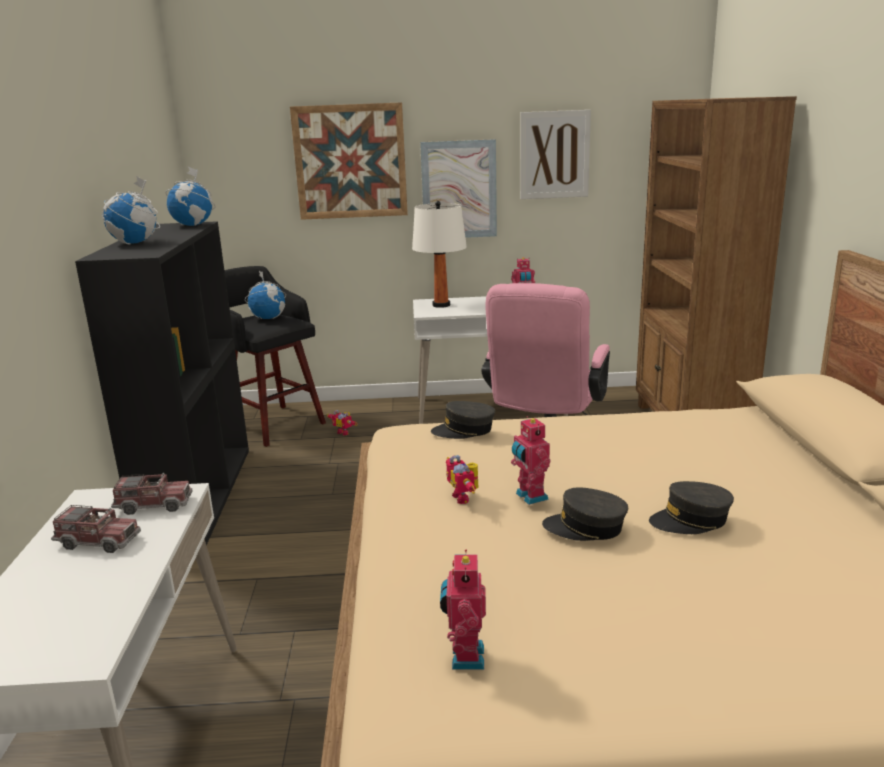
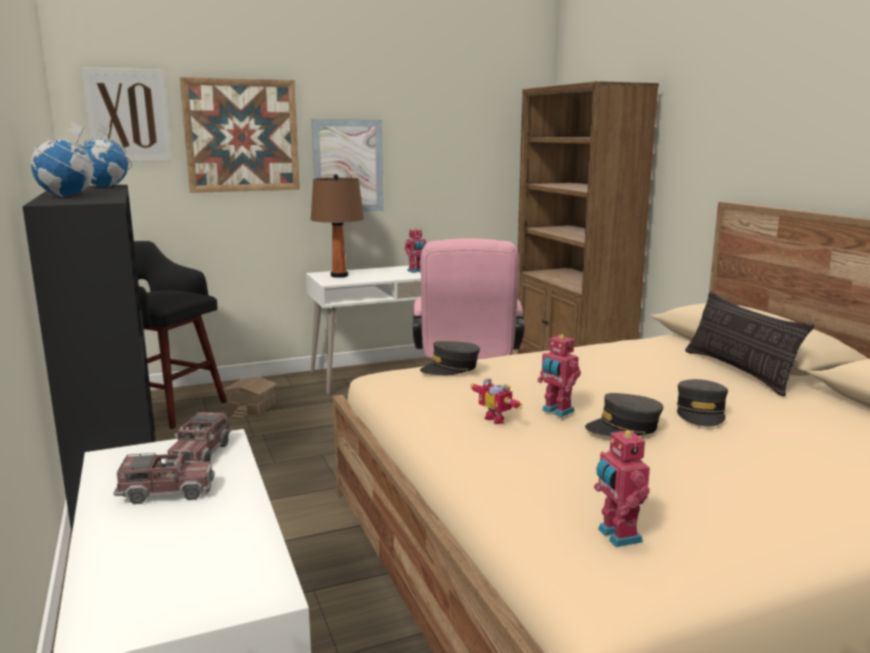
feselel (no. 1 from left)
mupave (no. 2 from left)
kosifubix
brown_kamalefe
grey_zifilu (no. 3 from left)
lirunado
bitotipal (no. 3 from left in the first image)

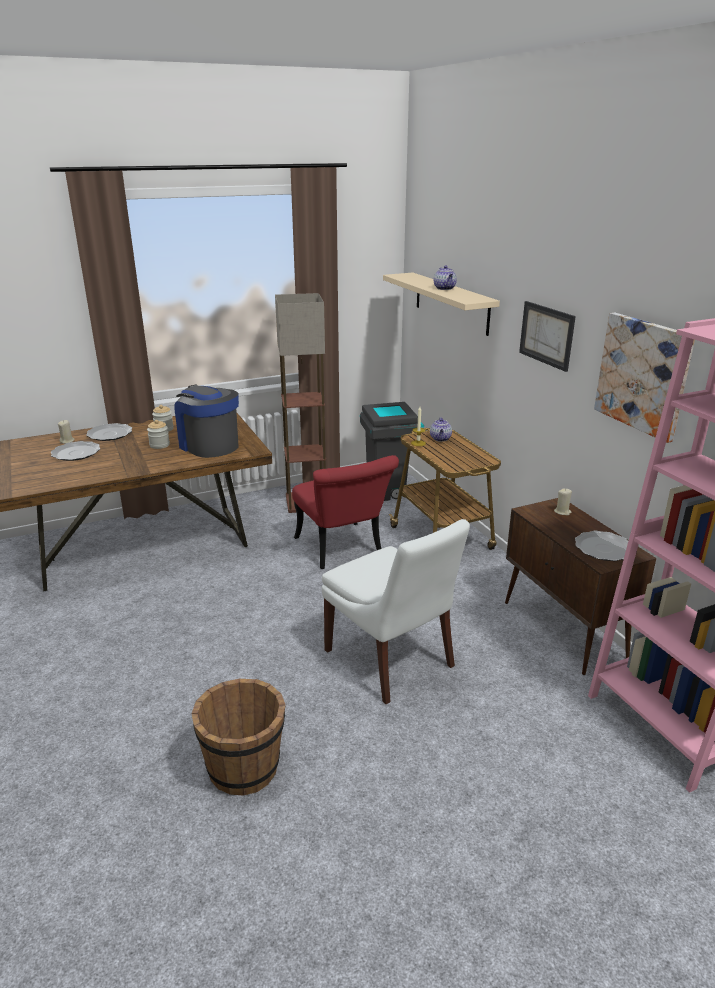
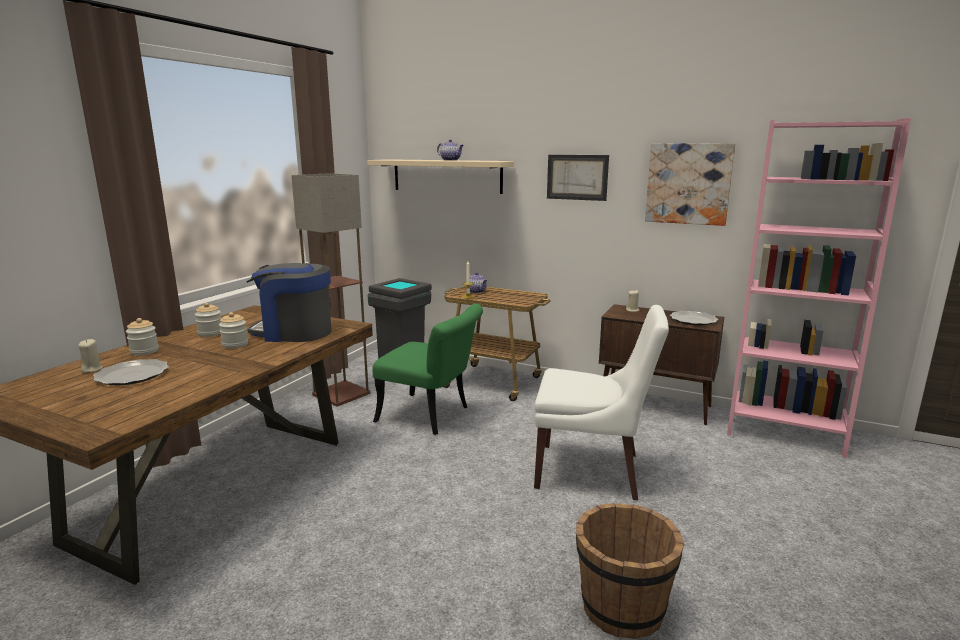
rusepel (no. 1 from left)
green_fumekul

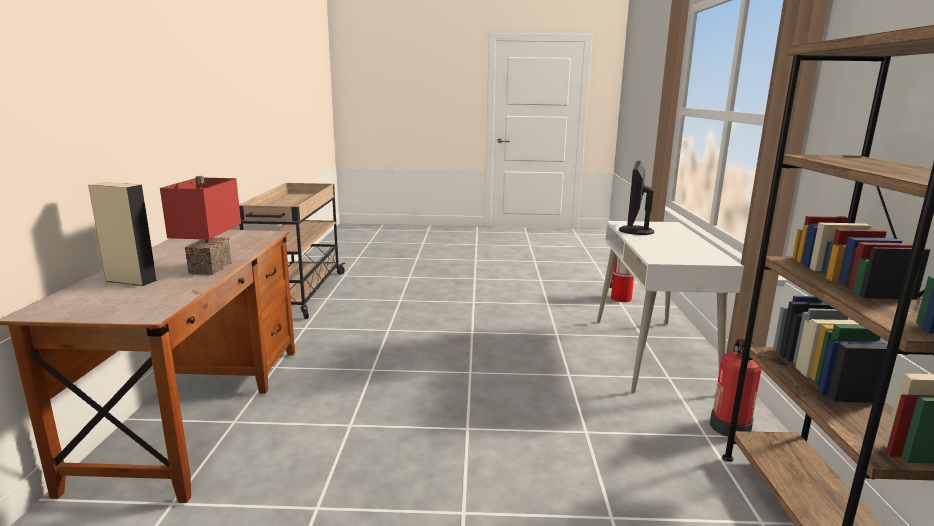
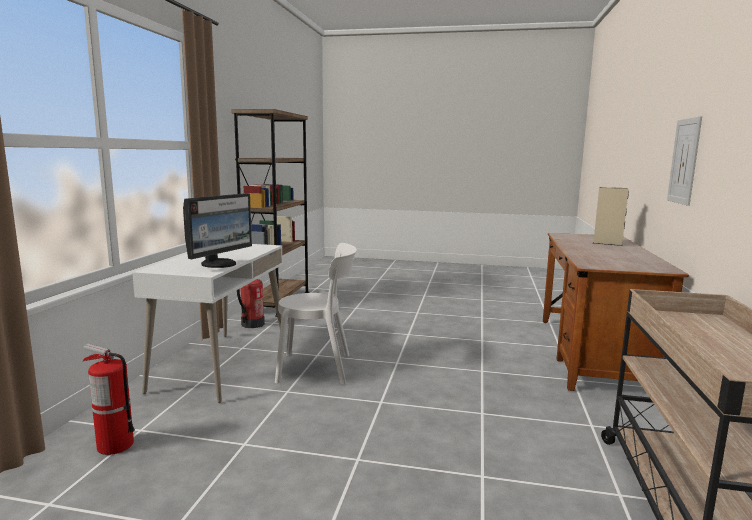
white_fumekul
feselel
red_kamalefe

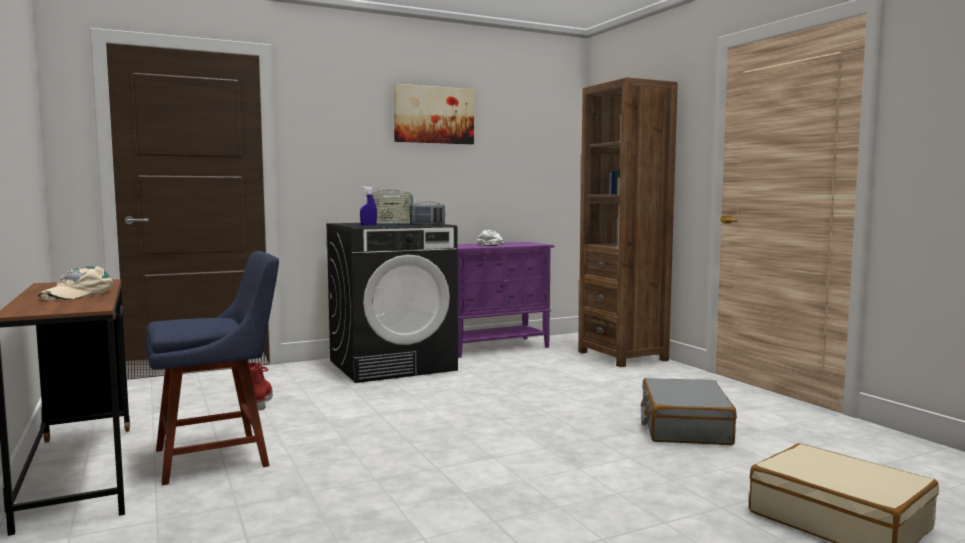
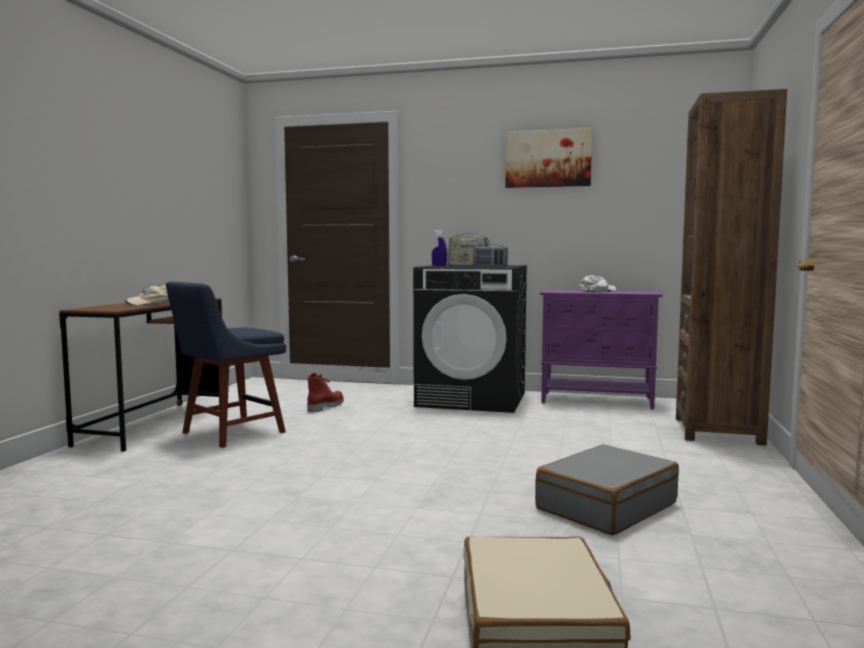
blue_fumekul

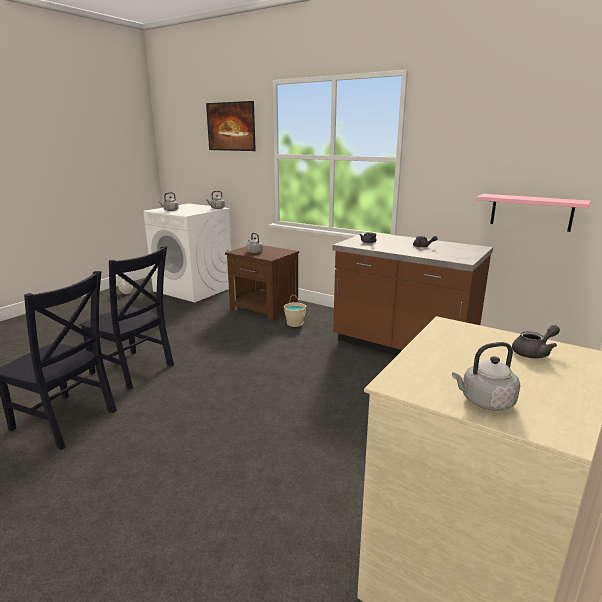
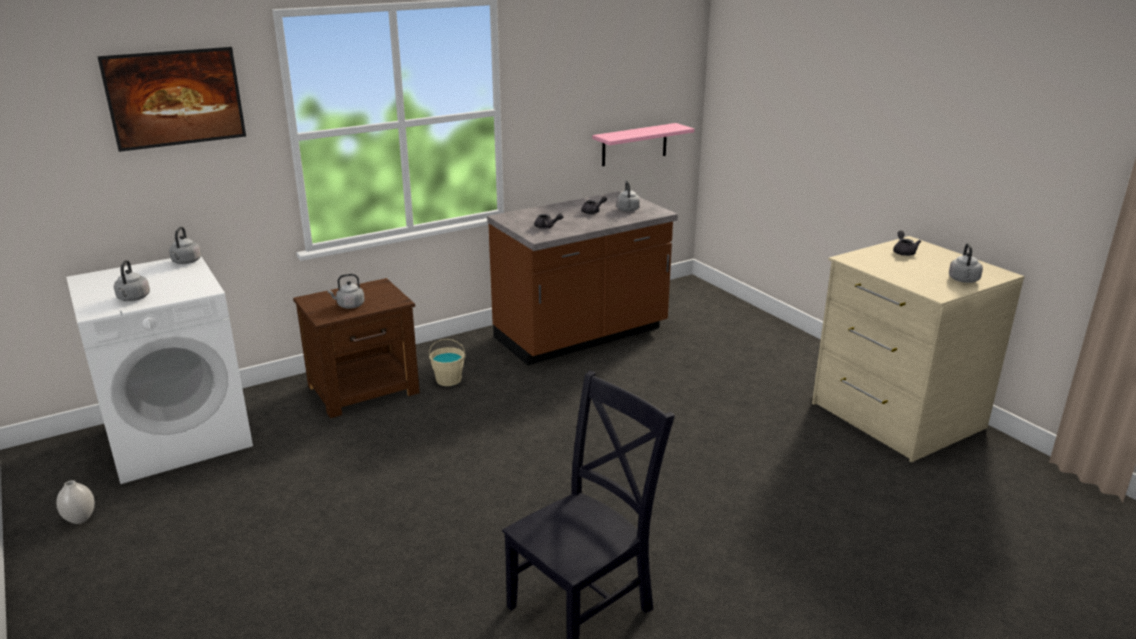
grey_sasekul (no. 4 from left)
black_fumekul (no. 2 from left in the first image)

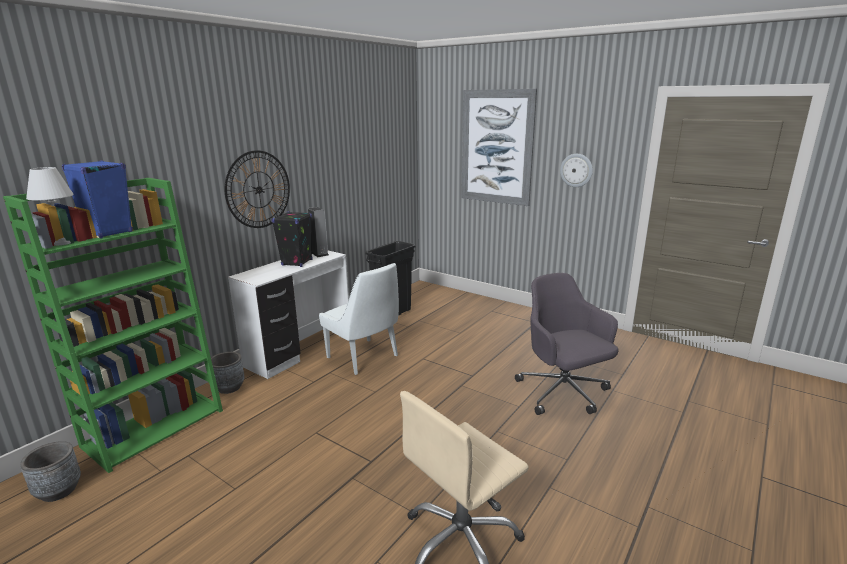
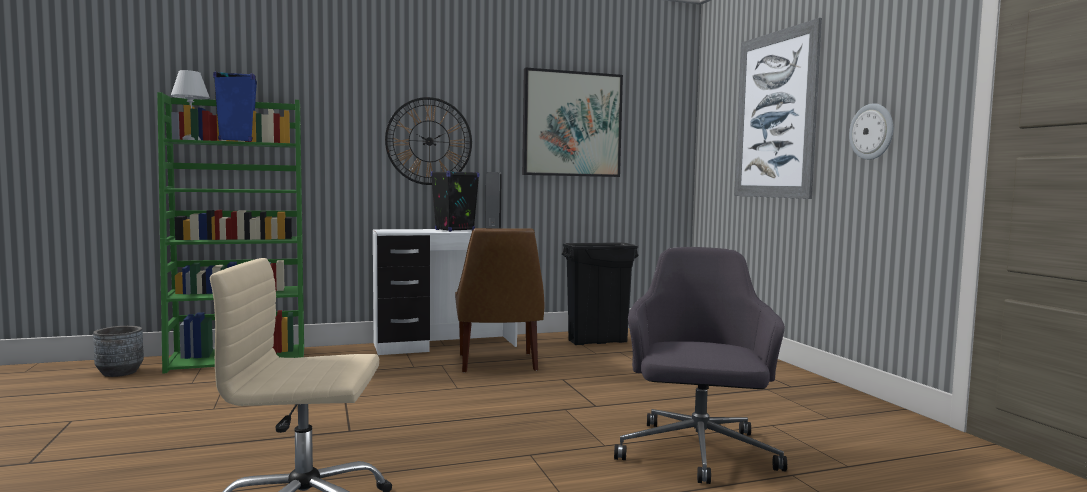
brown_fumekul
feselel (no. 1 from left)
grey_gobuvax (no. 2 from left in the first image)

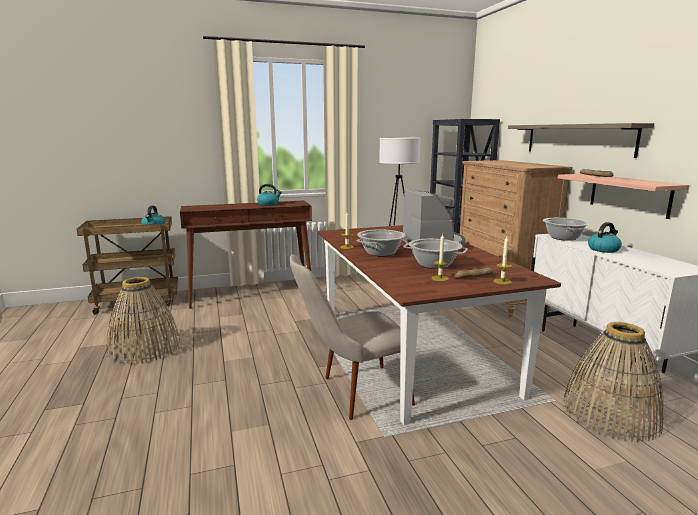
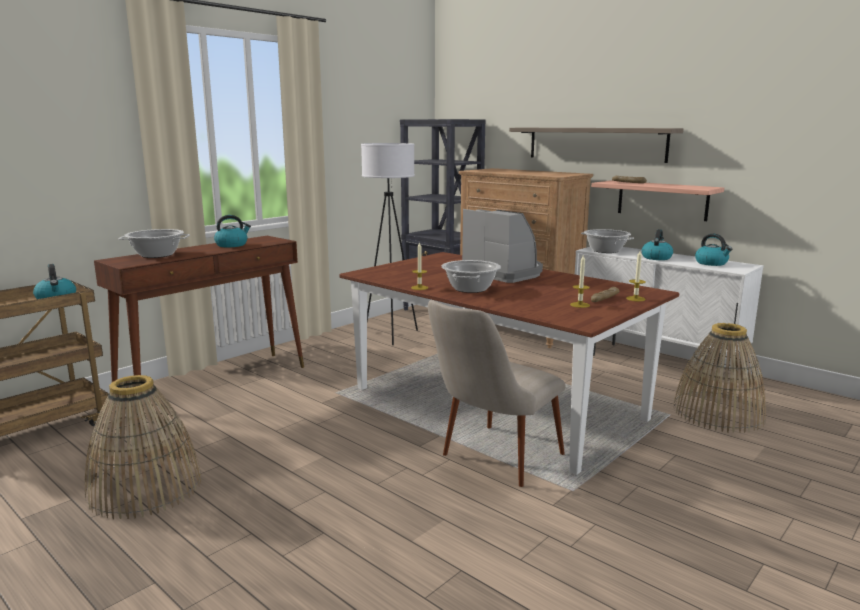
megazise (no. 1 from left)
sasekul (no. 4 from left)

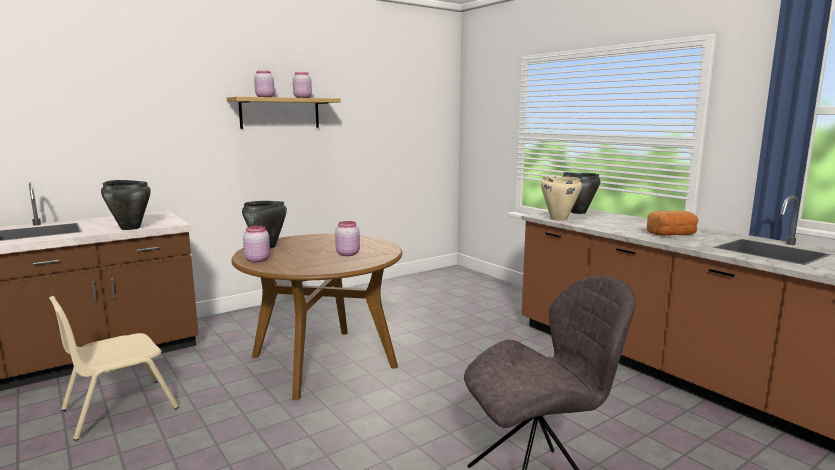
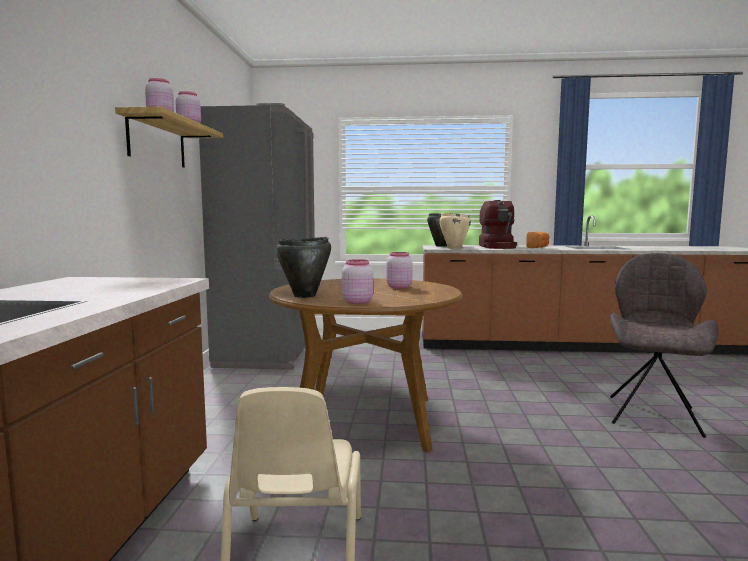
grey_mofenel
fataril
black_megazise (no. 1 from left in the first image)

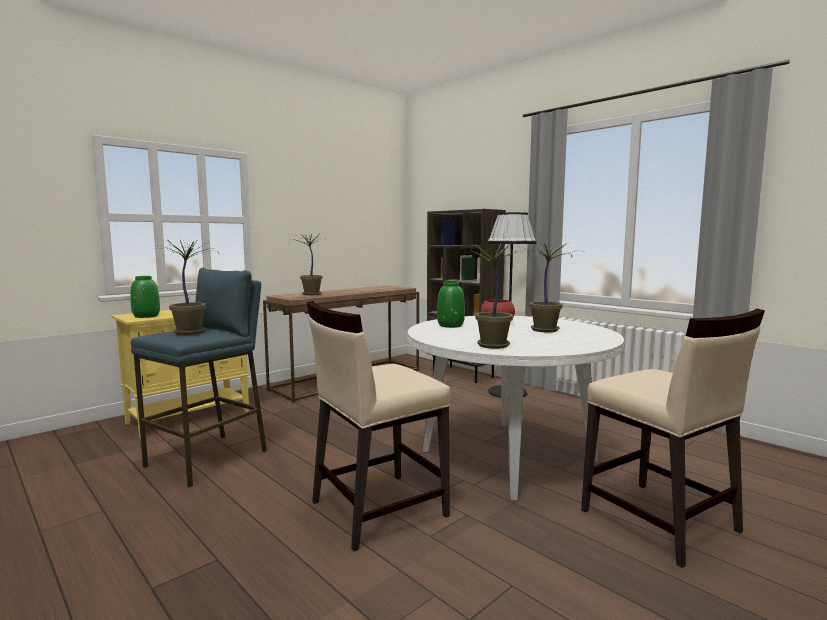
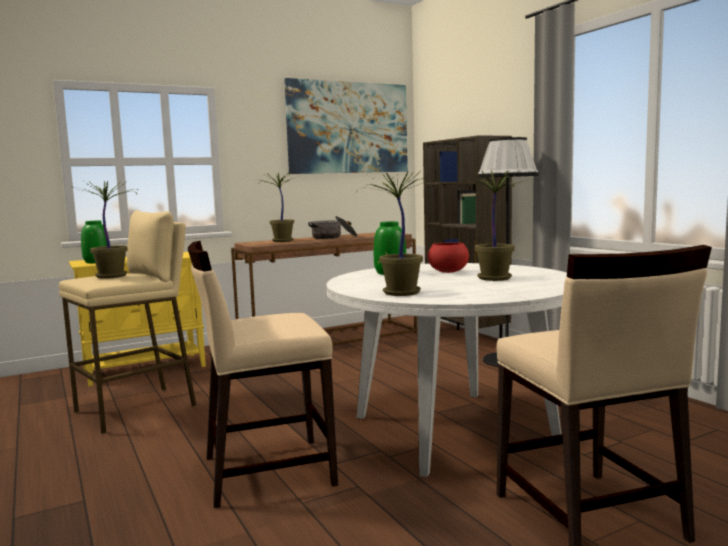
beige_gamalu
feselel
megazise

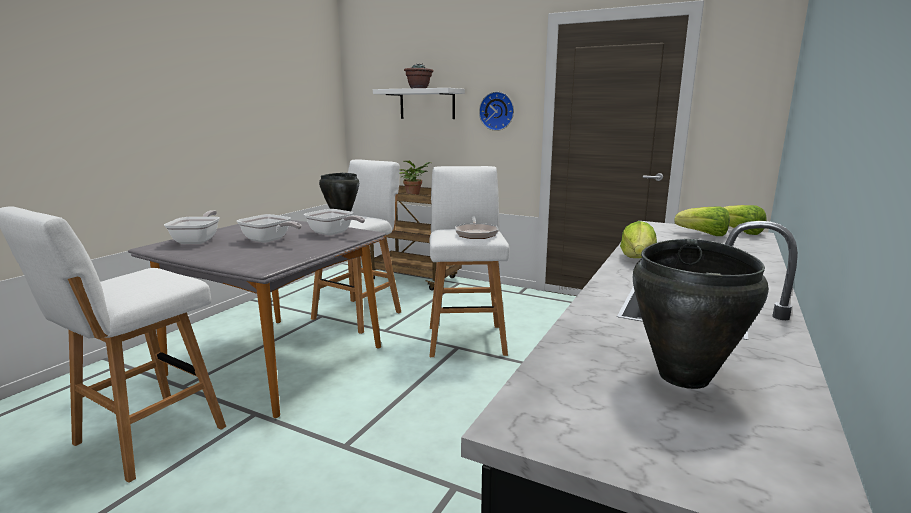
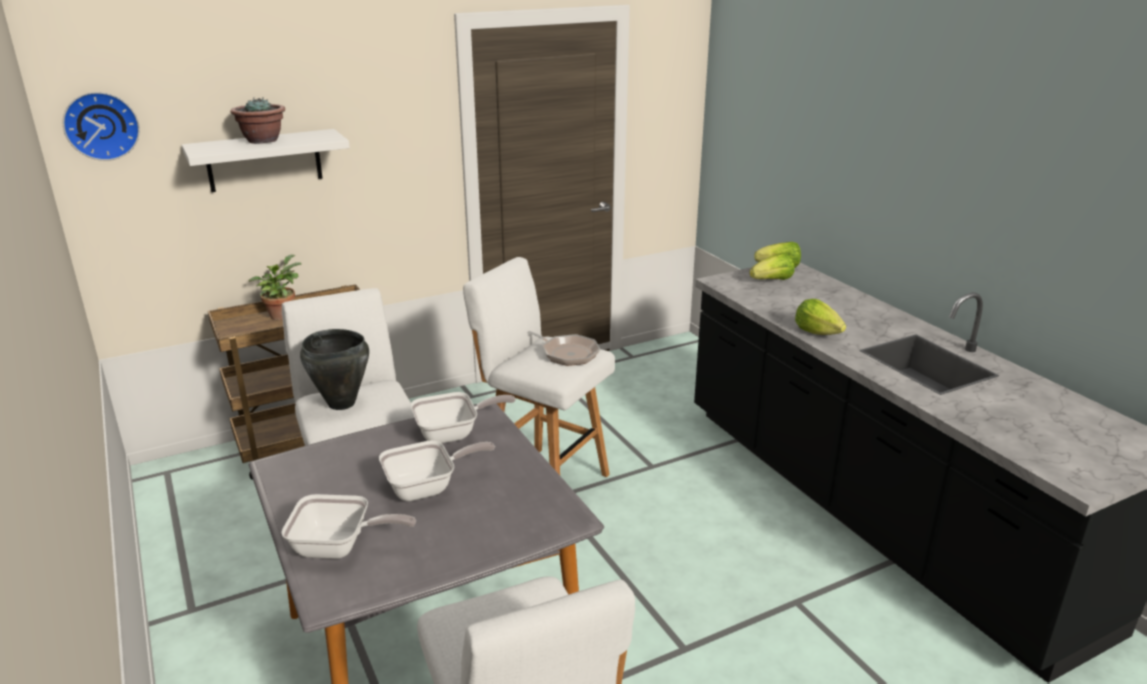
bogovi
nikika (no. 1 from left)
black_megazise (no. 2 from left in the first image)

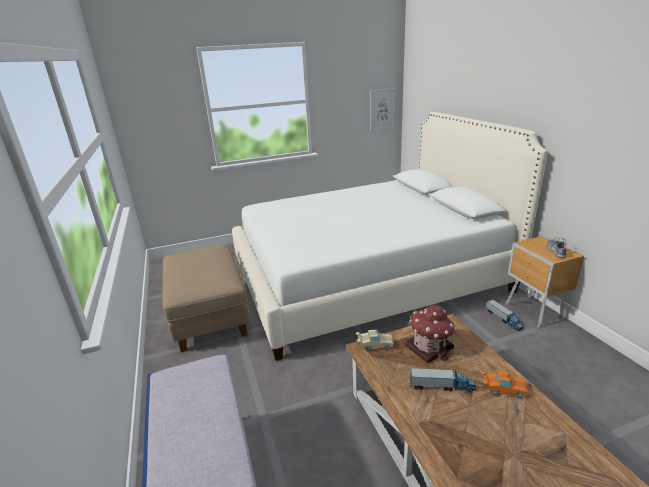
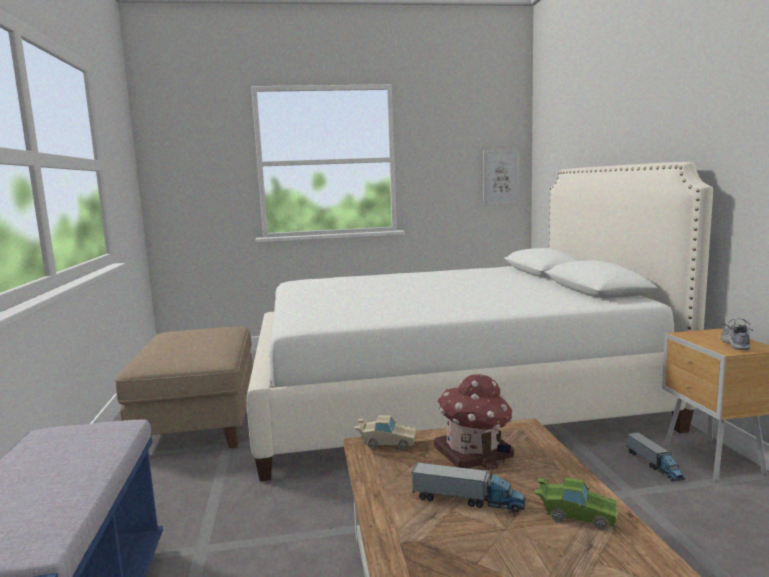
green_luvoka

